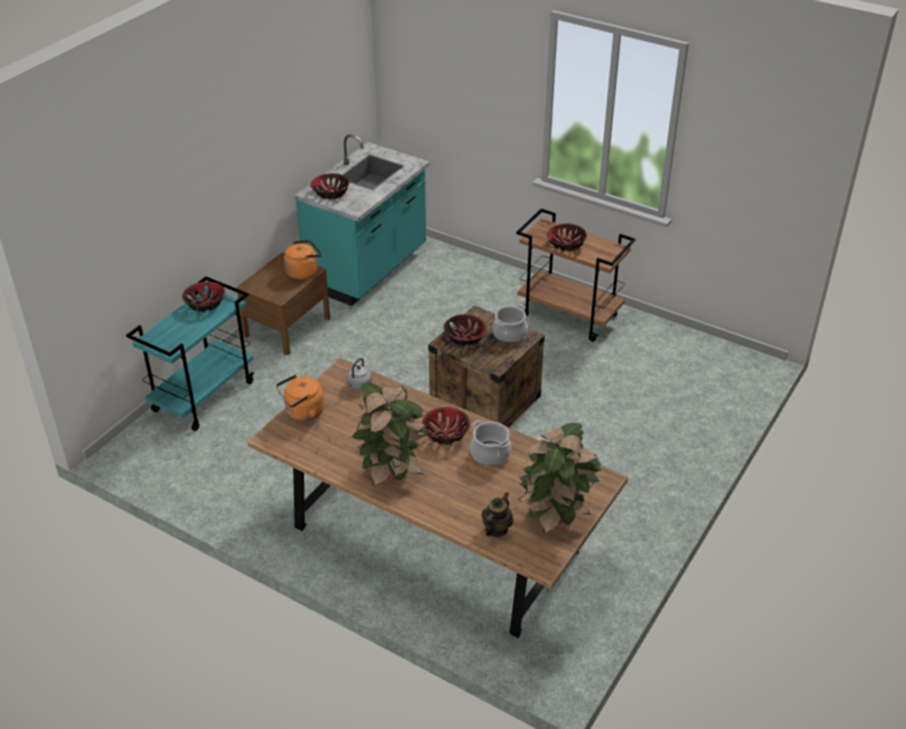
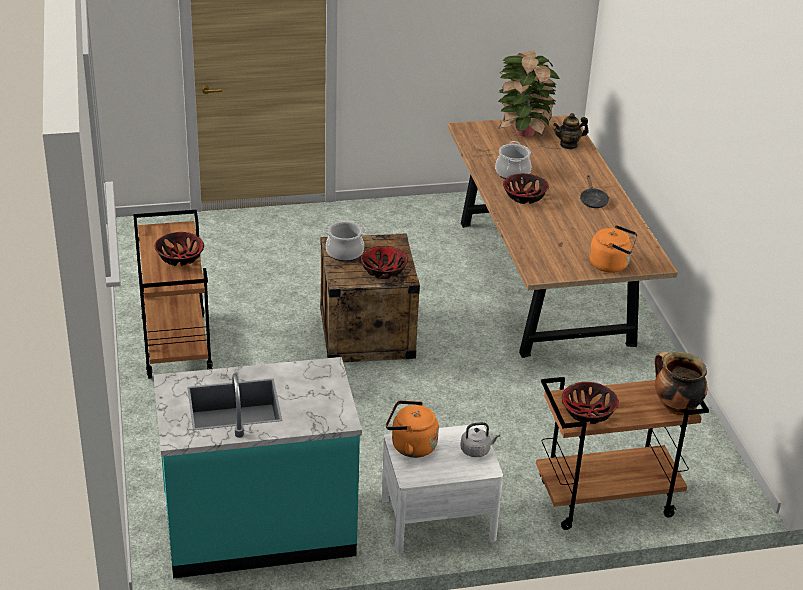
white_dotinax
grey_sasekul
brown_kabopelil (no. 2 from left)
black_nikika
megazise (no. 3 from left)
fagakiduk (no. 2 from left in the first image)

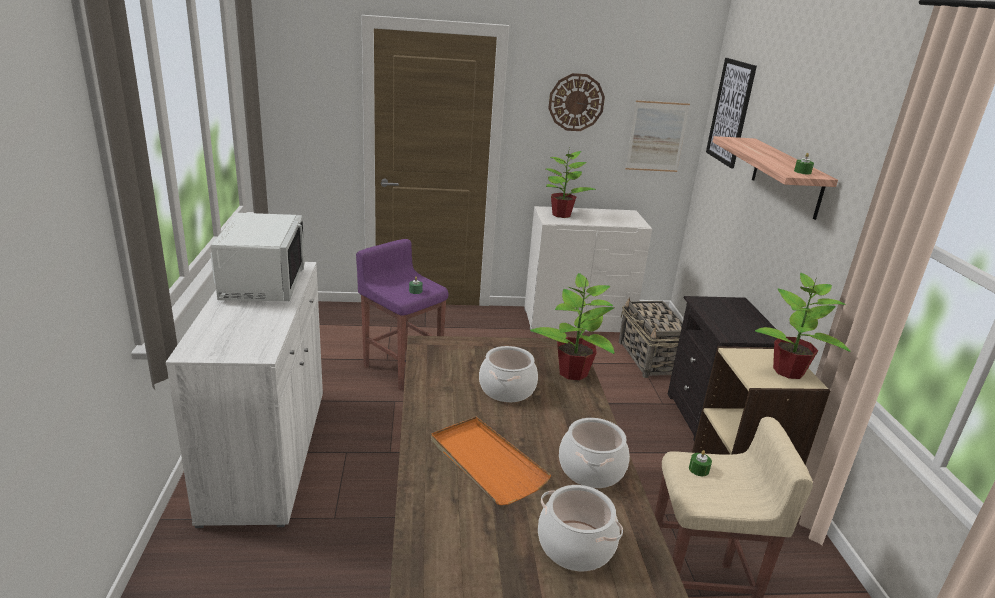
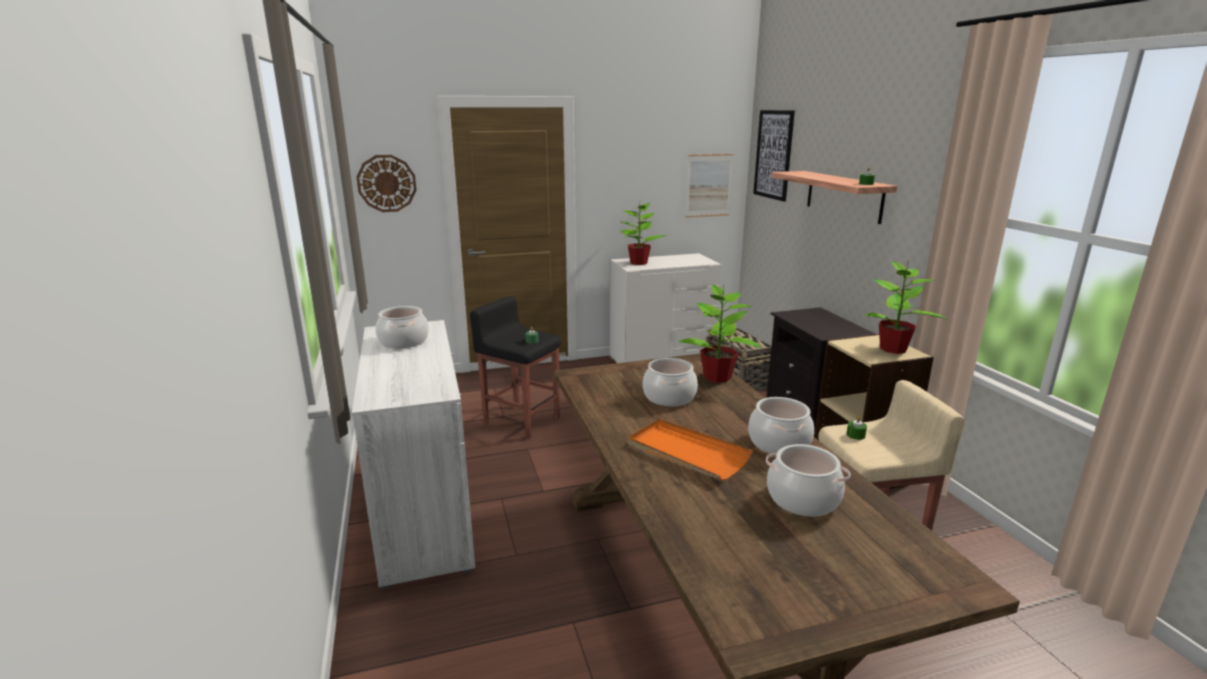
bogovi
megazise (no. 1 from left)
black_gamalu

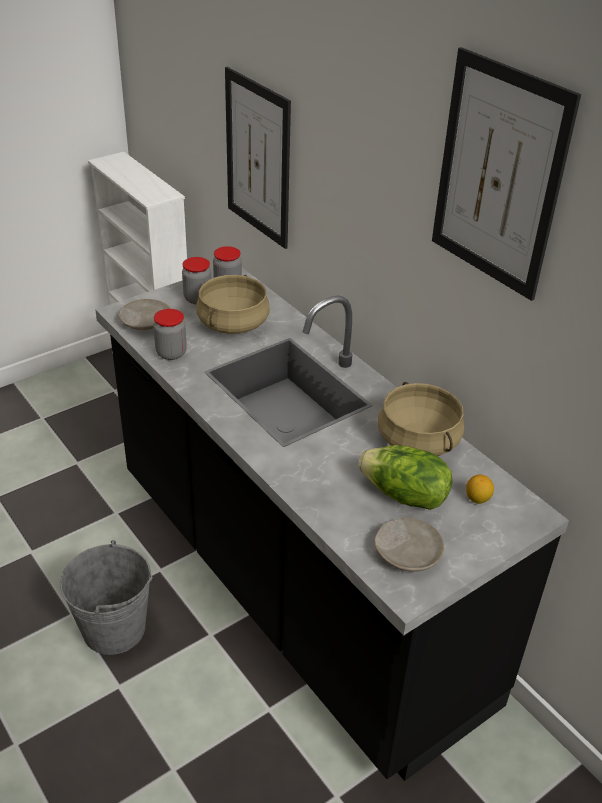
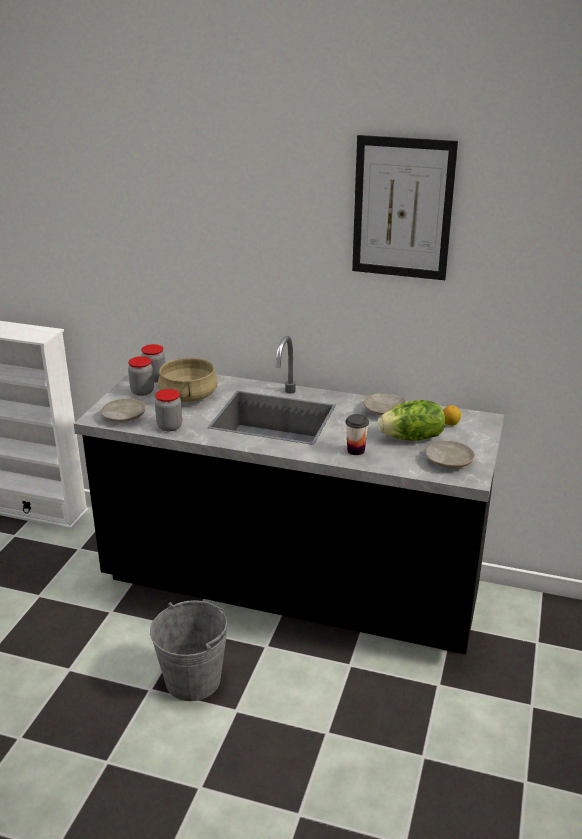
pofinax
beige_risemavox (no. 2 from left)
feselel (no. 1 from left in the first image)

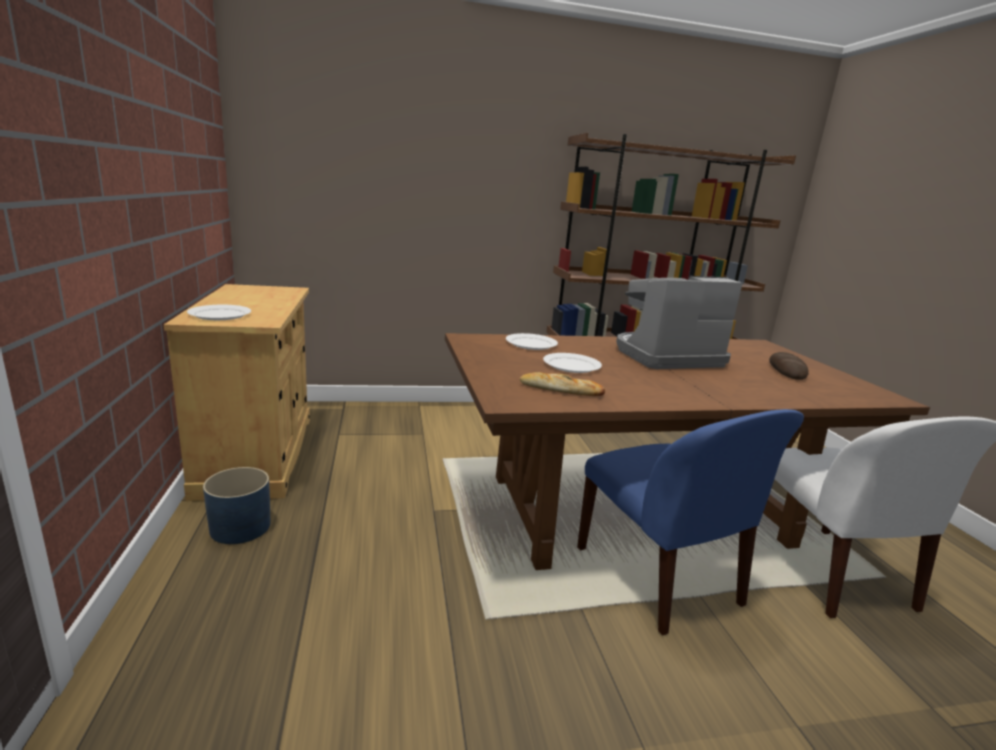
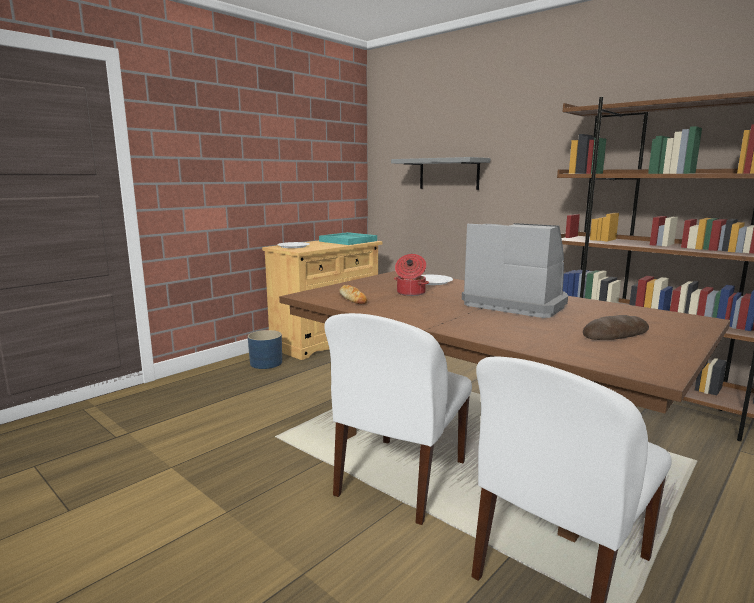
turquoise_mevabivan
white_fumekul (no. 1 from left)
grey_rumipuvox
megazise

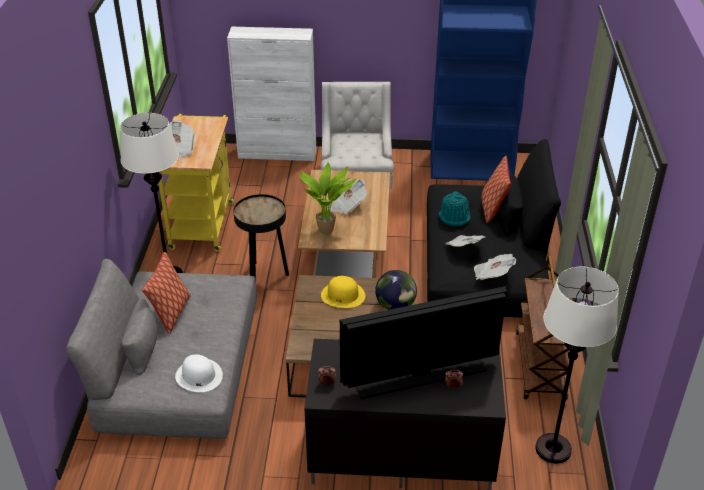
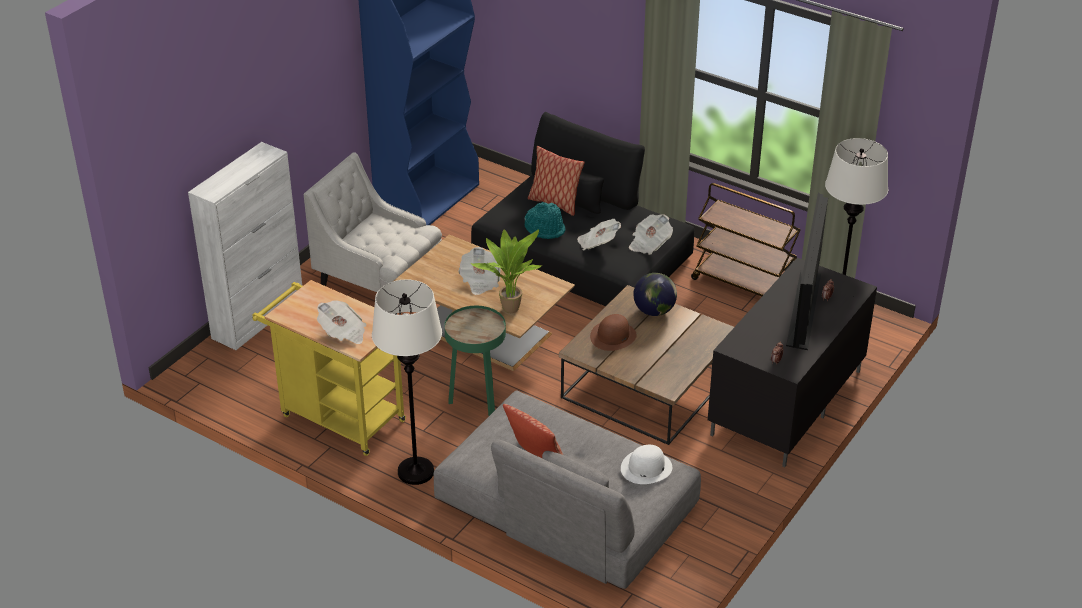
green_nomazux
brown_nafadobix

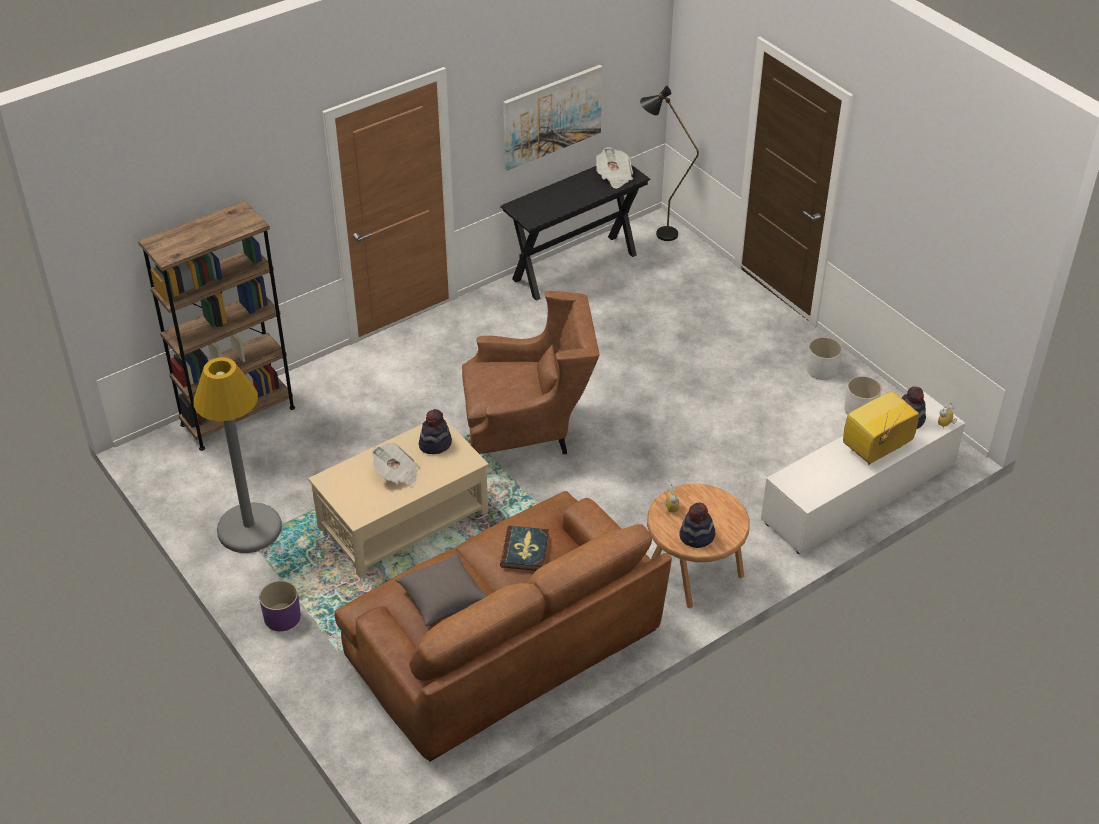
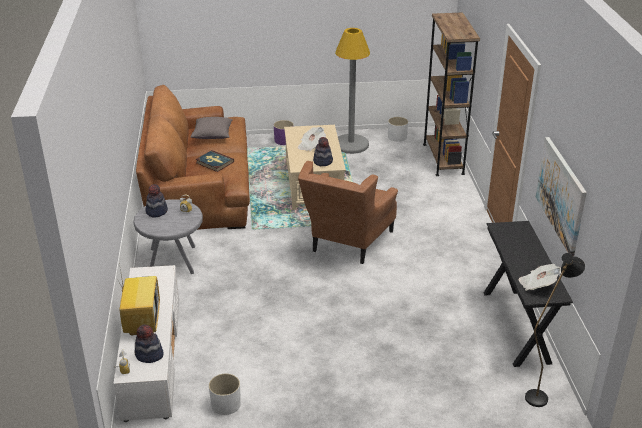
grey_nomazux
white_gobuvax (no. 2 from left)

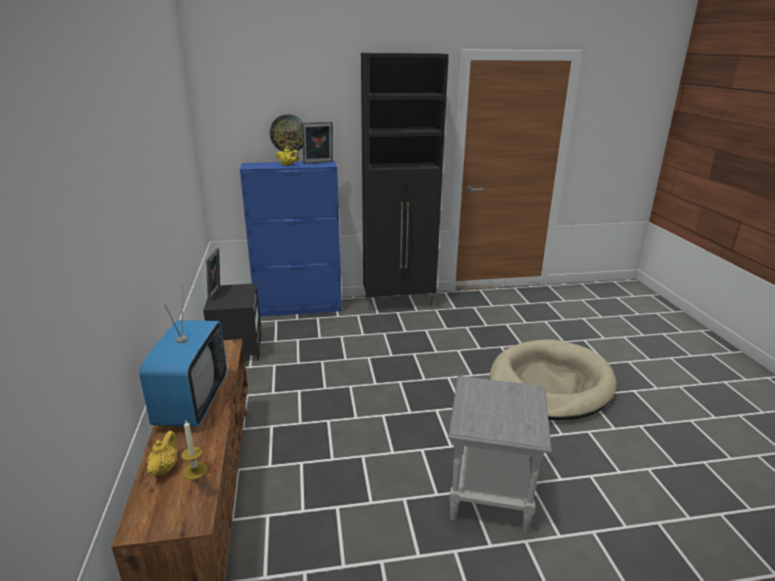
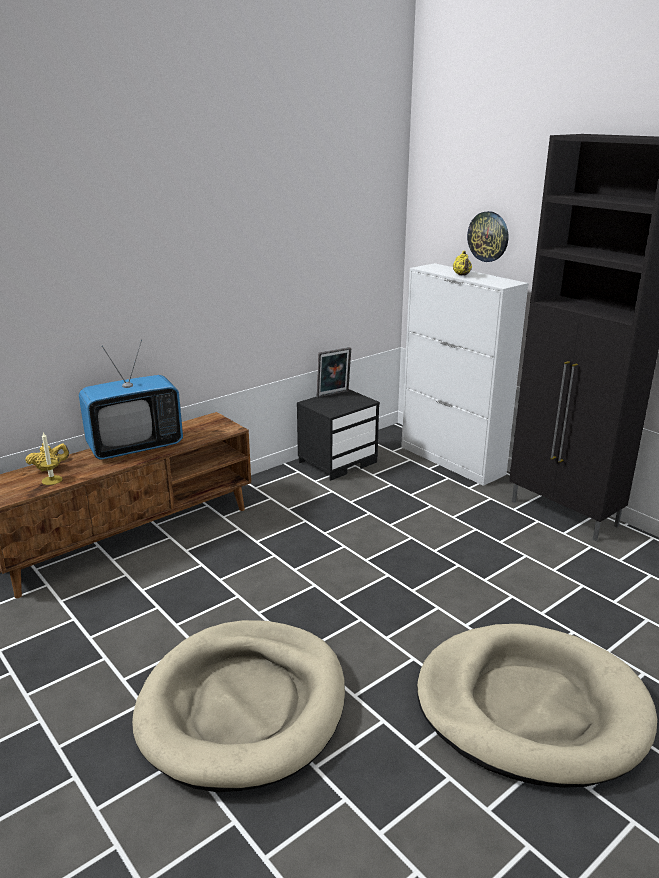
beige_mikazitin (no. 1 from left)
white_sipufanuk
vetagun (no. 2 from left in the first image)

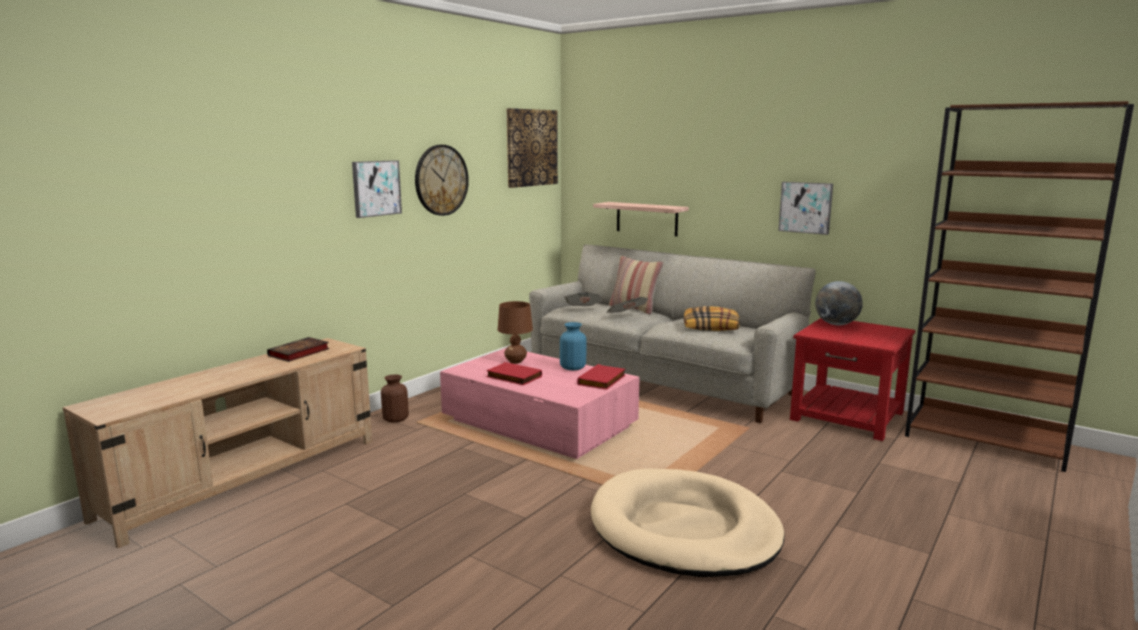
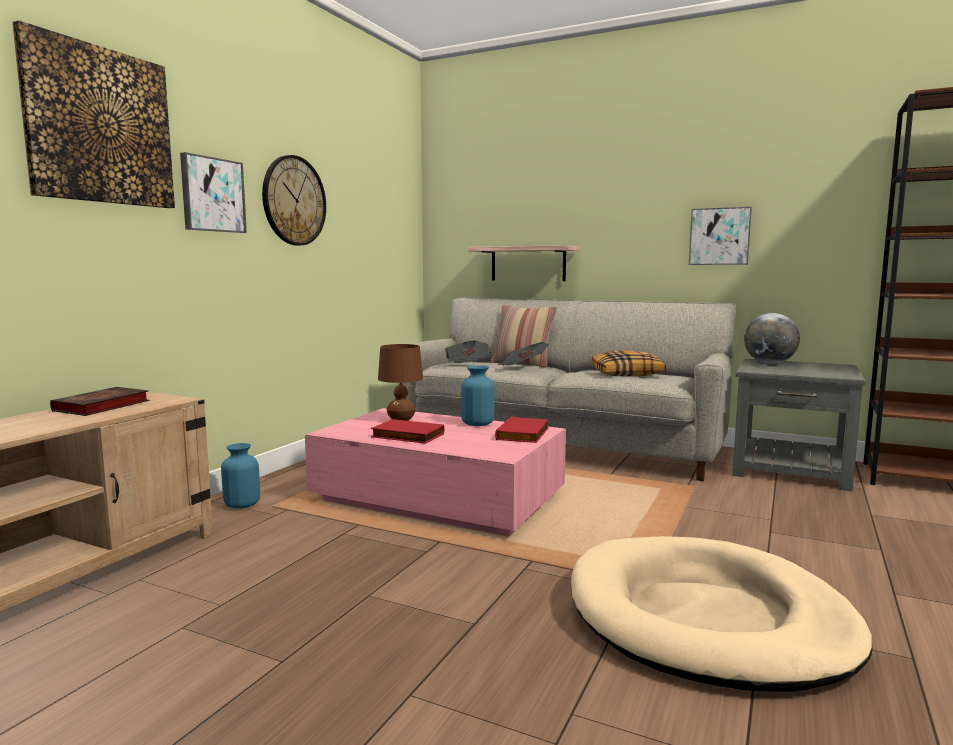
feselel (no. 1 from left)
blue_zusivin (no. 1 from left)
grey_nomazux

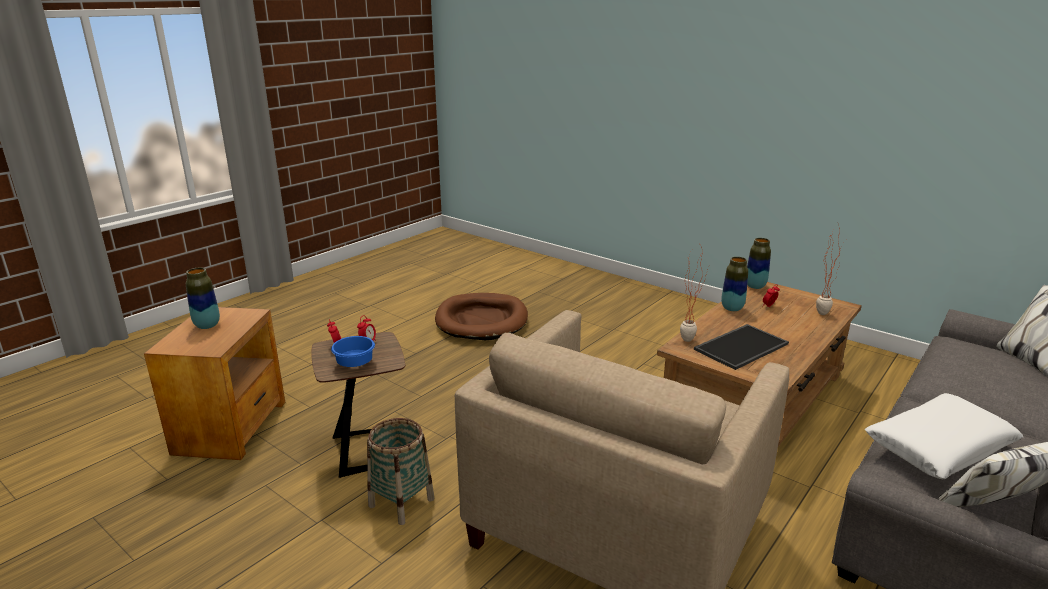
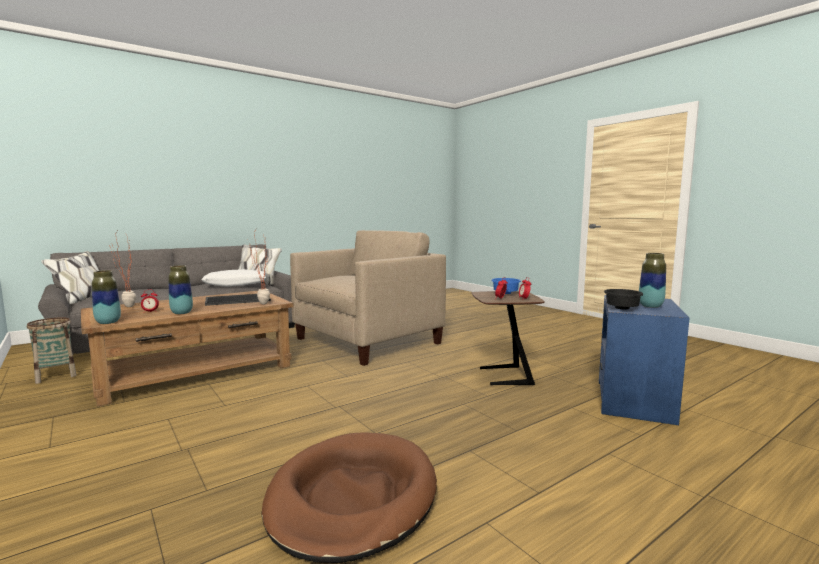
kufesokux
blue_nomazux
black_fagakiduk

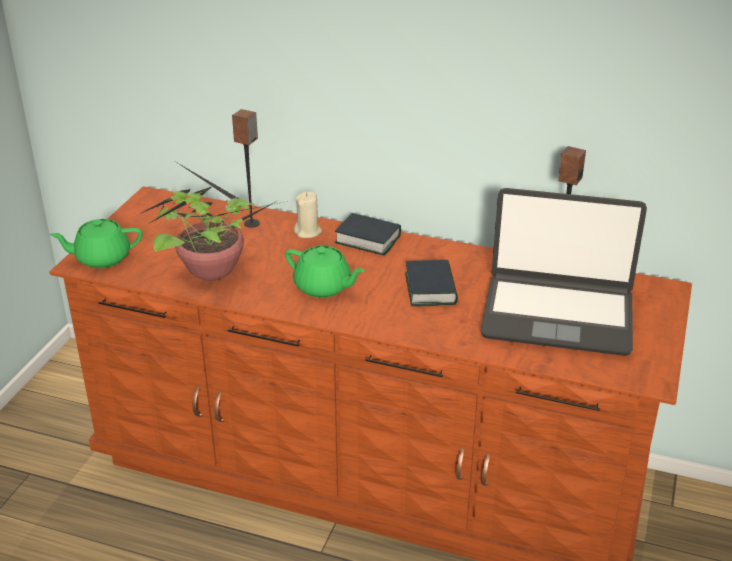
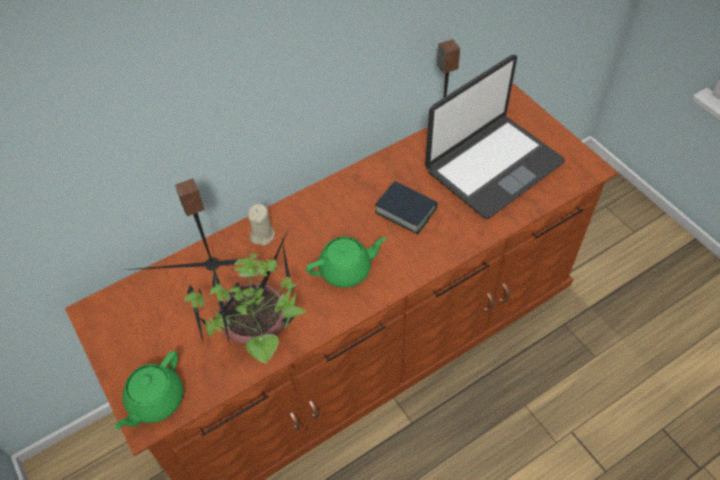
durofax (no. 1 from left in the first image)

